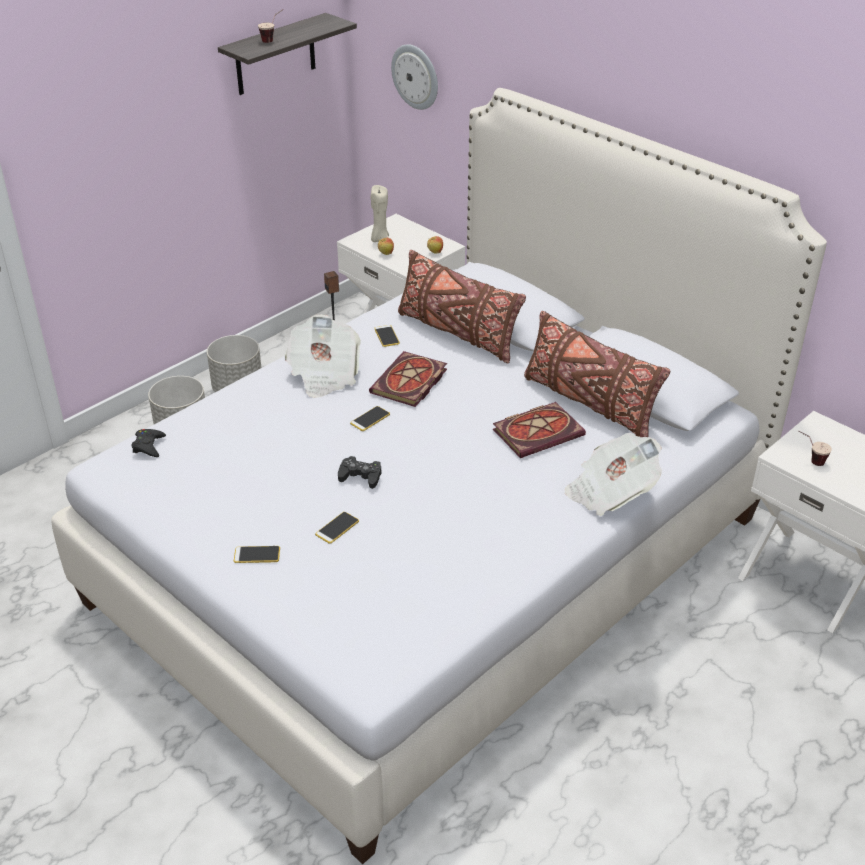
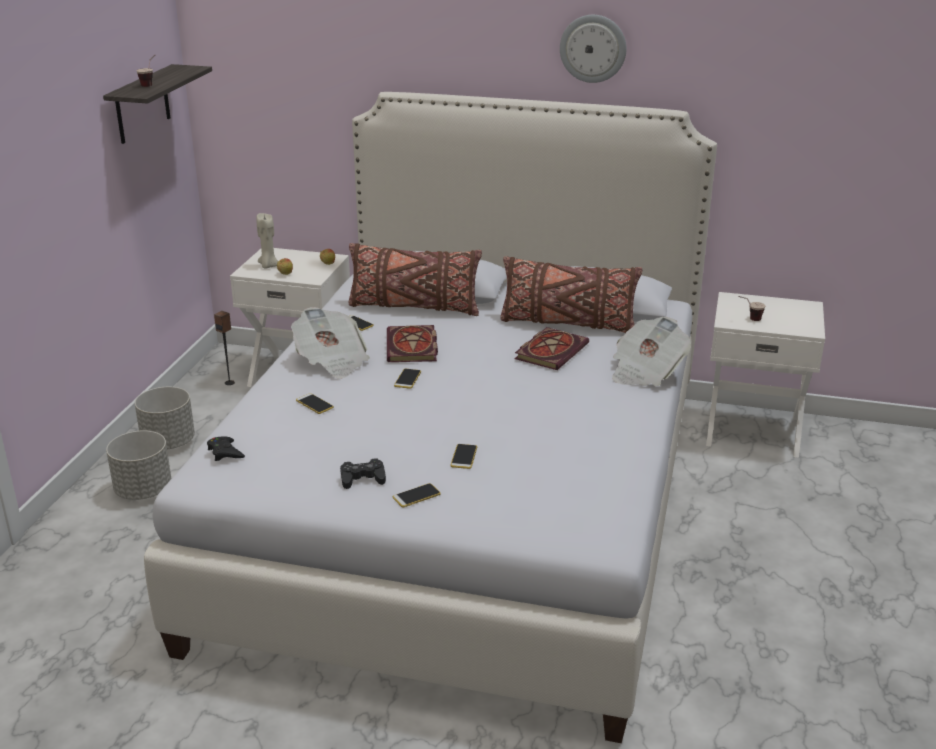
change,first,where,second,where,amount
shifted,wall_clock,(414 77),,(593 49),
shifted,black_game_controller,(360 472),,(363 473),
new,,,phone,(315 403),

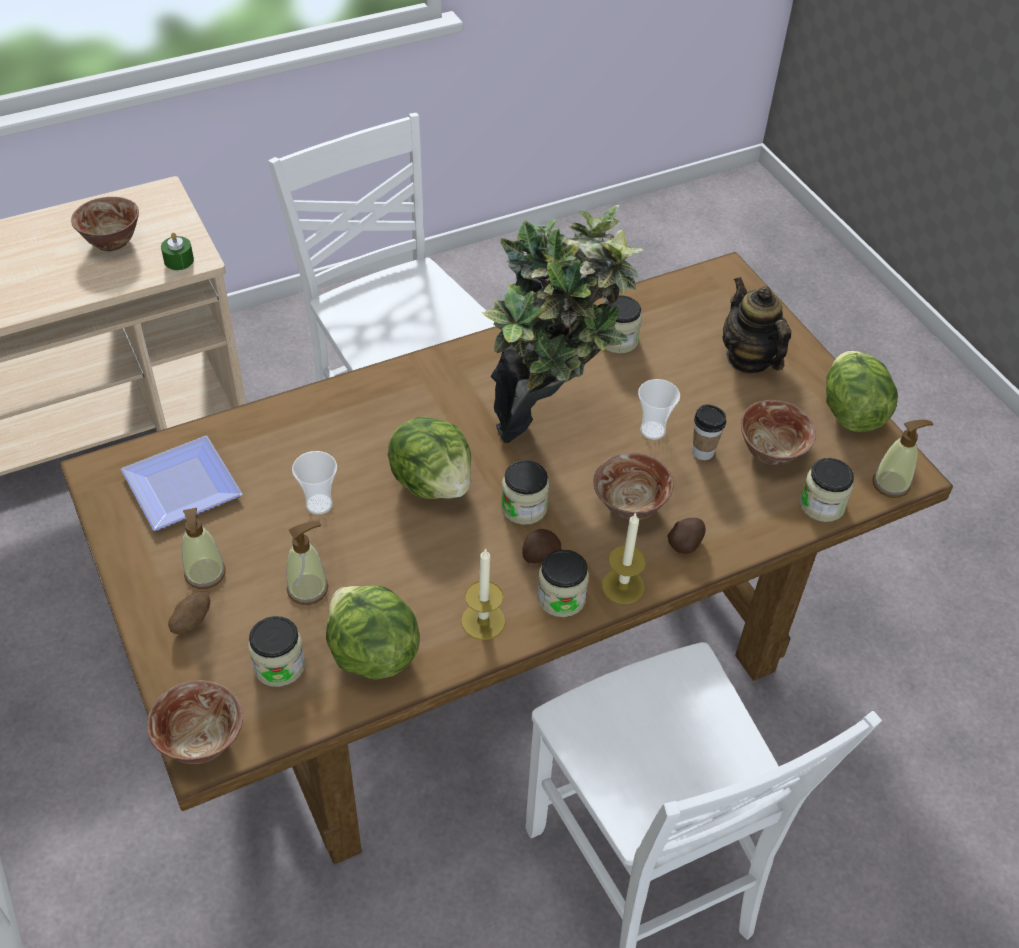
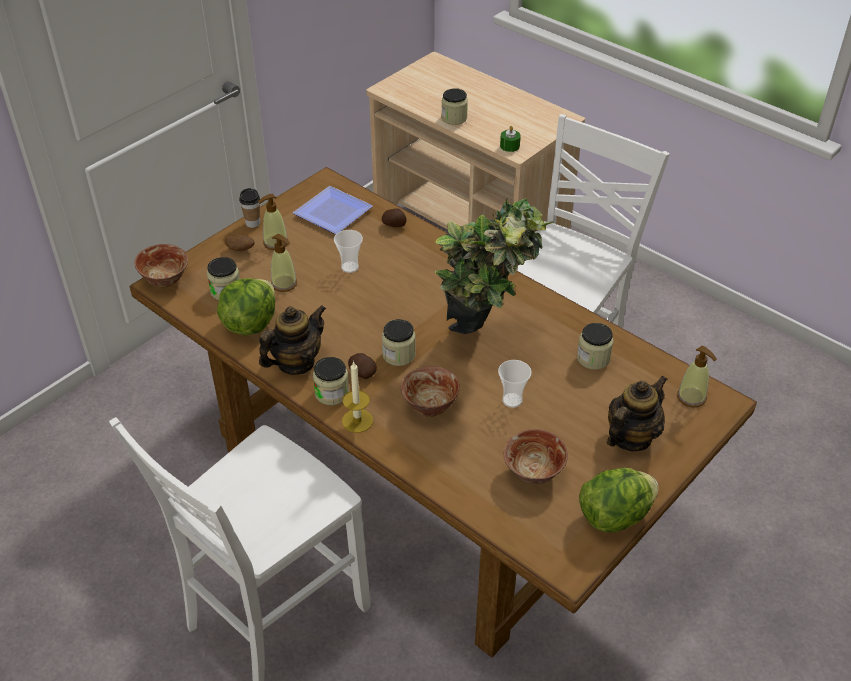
change,first,where,second,where,amount
gone,bowl,(105 224),,,
shifted,cup,(709 432),,(249 208),
gone,lettuce,(429 457),,,
shifted,soap_dispenser,(903 459),,(697 376),
shifted,jar,(827 490),,(454 106),
shifted,potato,(686 536),,(394 217),
swapped,candle,(483 594),teapot,(292 340),

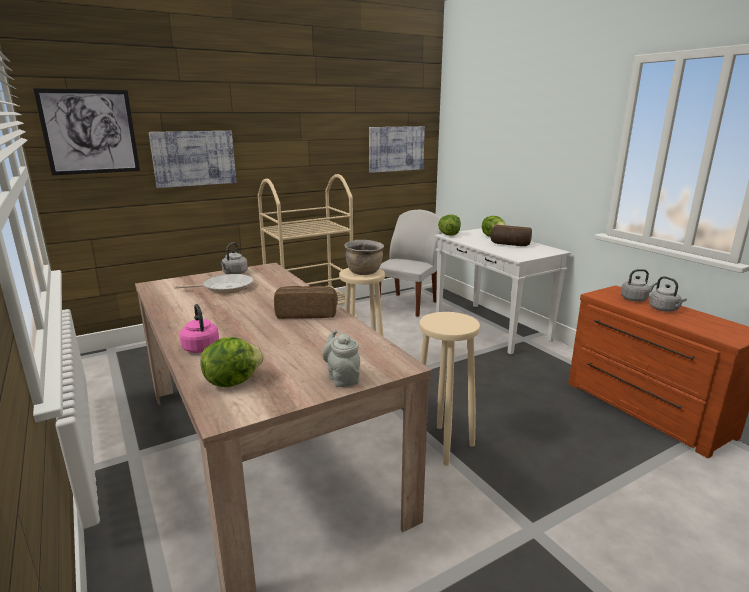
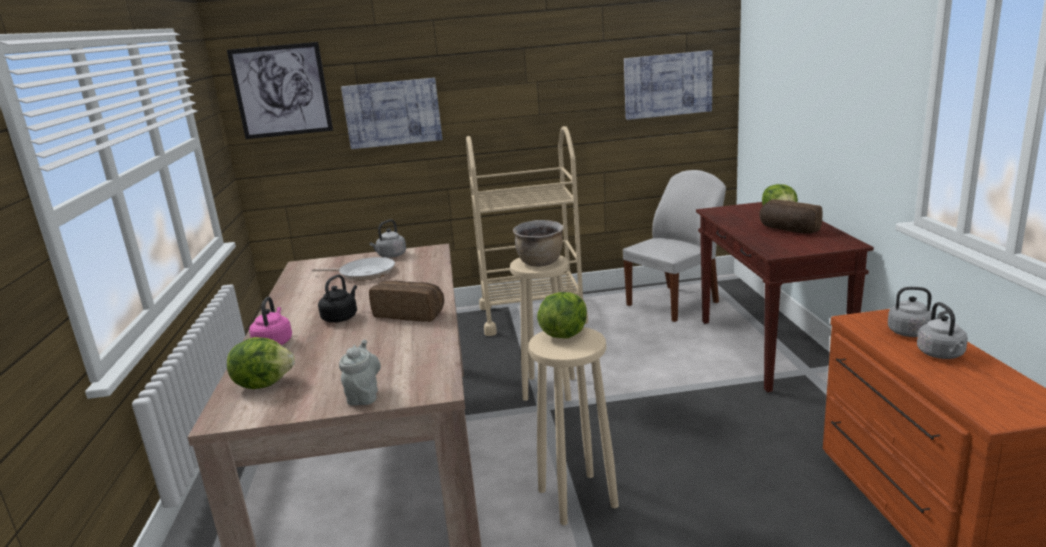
change,first,where,second,where,amount
shifted,lettuce,(449 225),,(562 315),
repainted,white_console_table,(503 291),brown_console_table,(785 297),
new,,,black_kettle,(337 299),

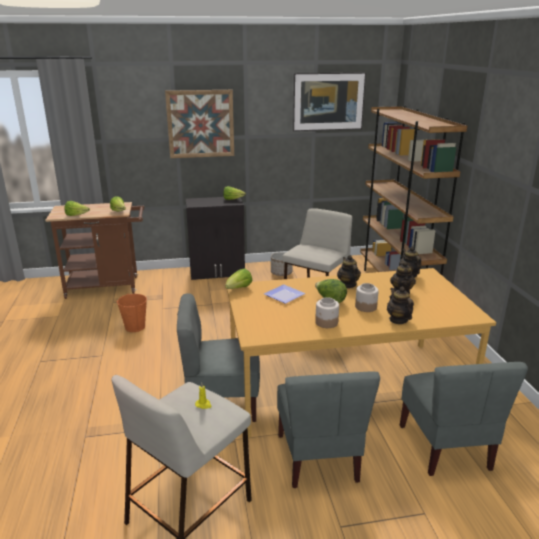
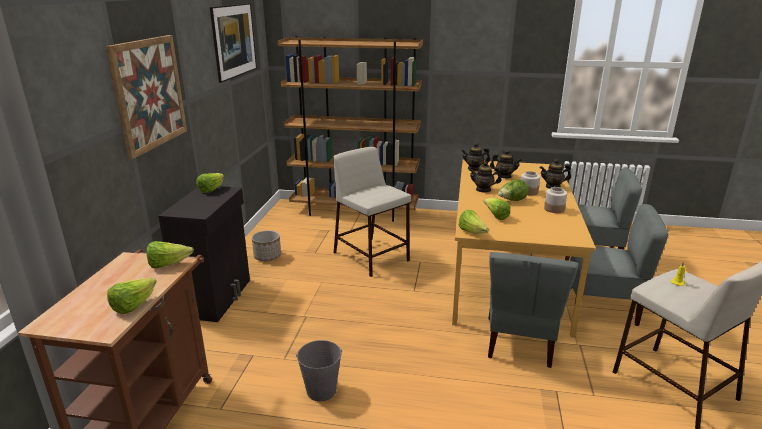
change,first,where,second,where,amount
swapped,plate,(285 294),lettuce,(497 209),
repainted,orange_bucket,(132 312),grey_bucket,(319 370),

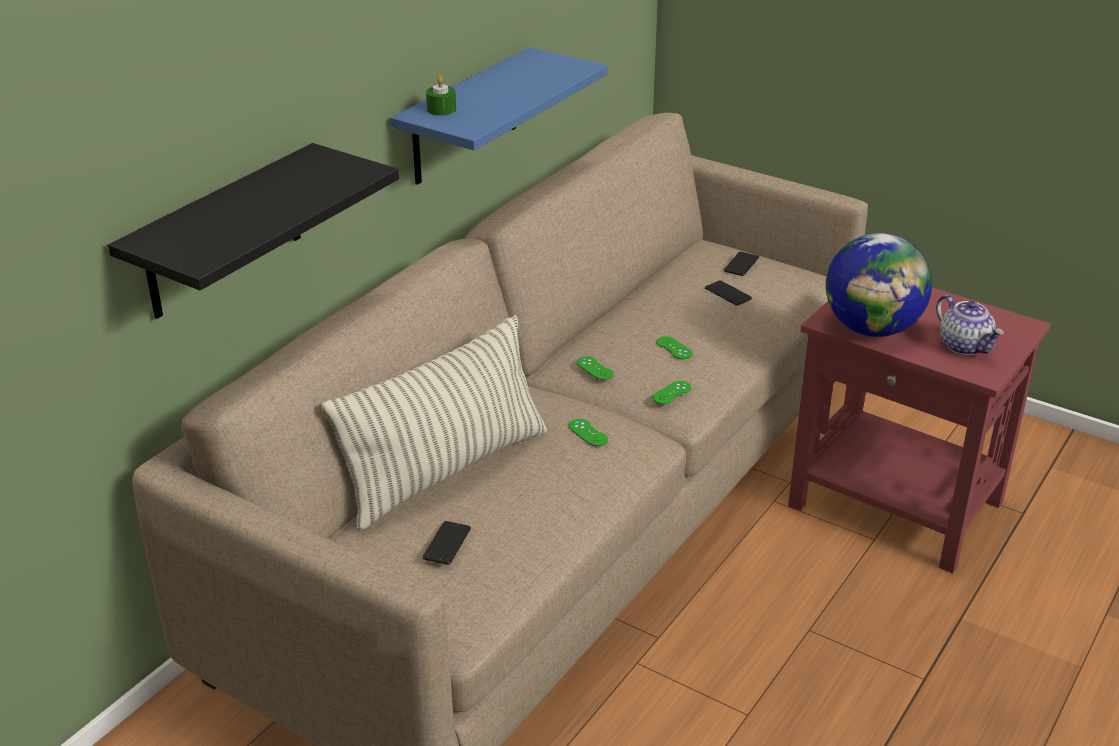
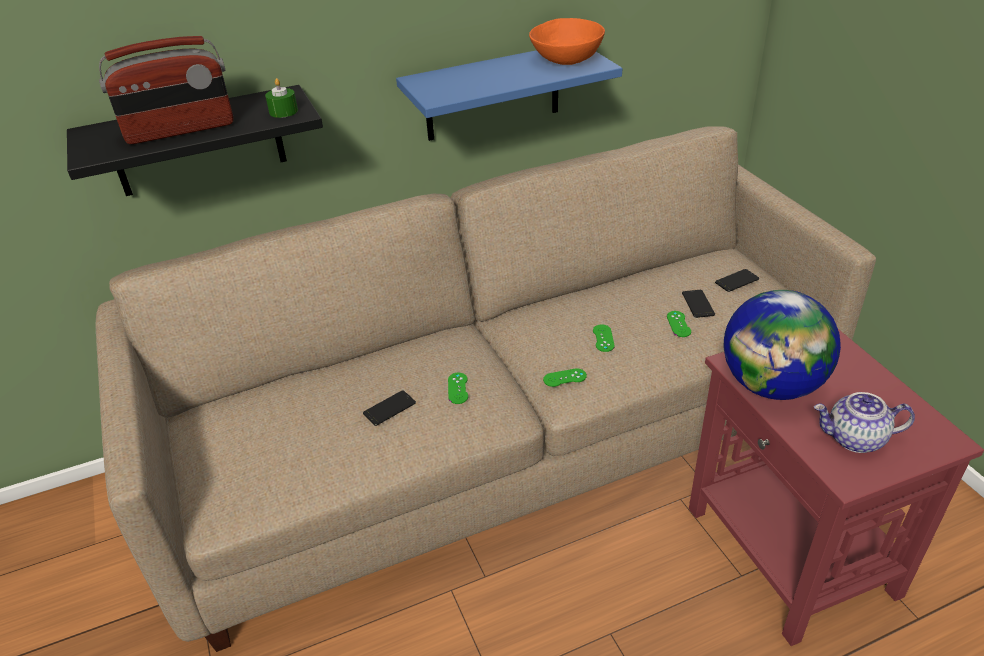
change,first,where,second,where,amount
shifted,green_candle,(441 96),,(281 98),
rotated,teapot,(970 325),,(864 422),90 degrees clockwise
gone,pillow,(434 423),,,
shifted,green_game_controller,(595 368),,(679 324),
shifted,phone,(447 543),,(389 408),
new,,,orange_bowl,(567 41),
new,,,radio,(166 90),

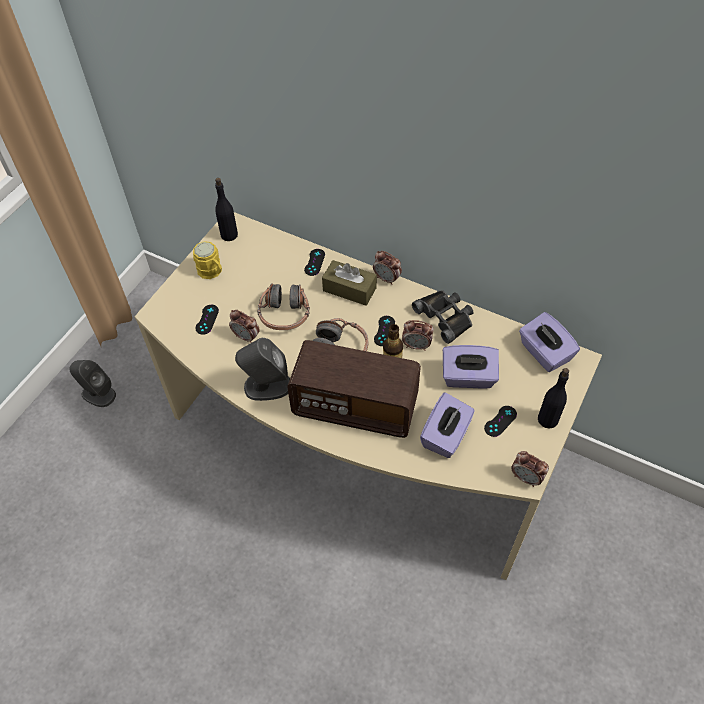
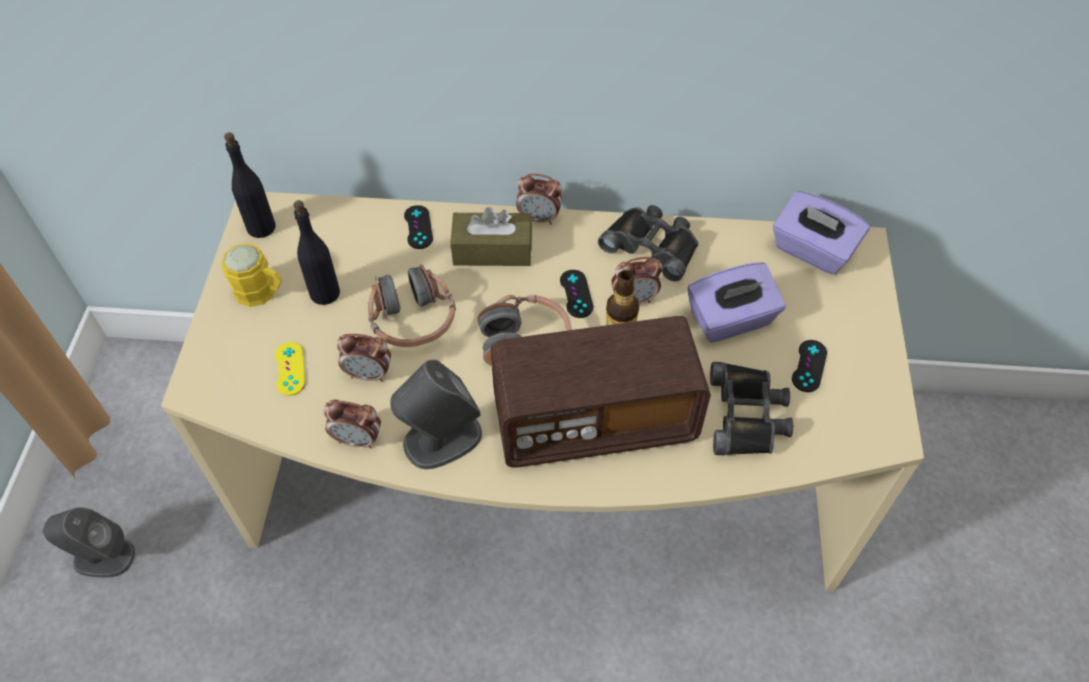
change,first,where,second,where,amount
repainted,black_game_controller,(207 320),yellow_game_controller,(290 369),
shifted,black_bottle,(553 398),,(316 252),
swapped,purple_tissue_box,(447 425),black_binoculars,(751 409),
shifted,alarm_clock,(530 469),,(352 424),

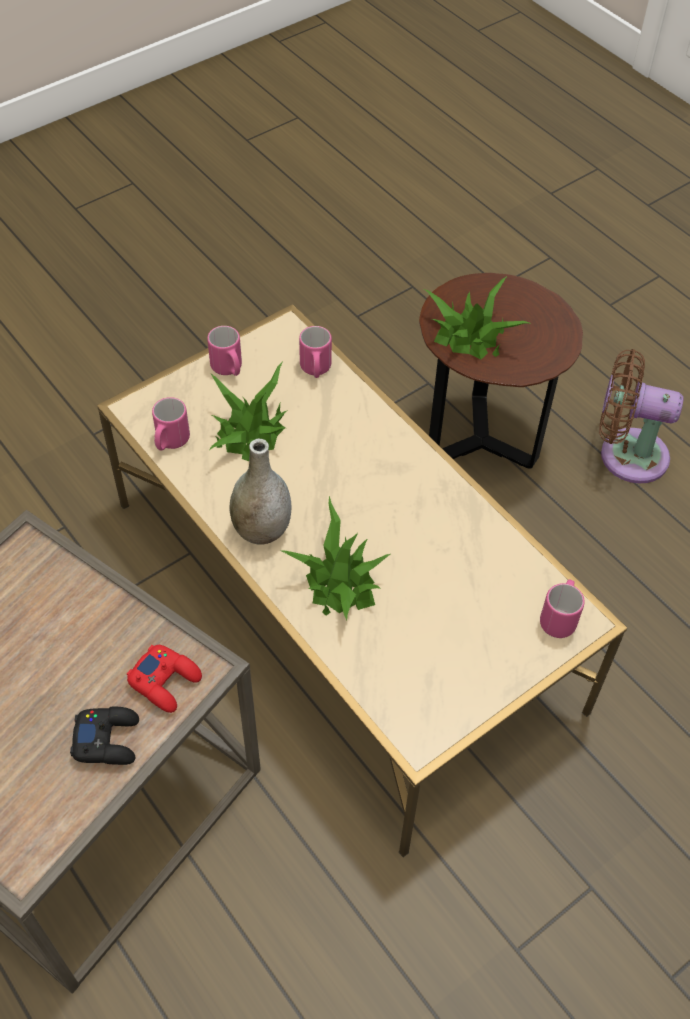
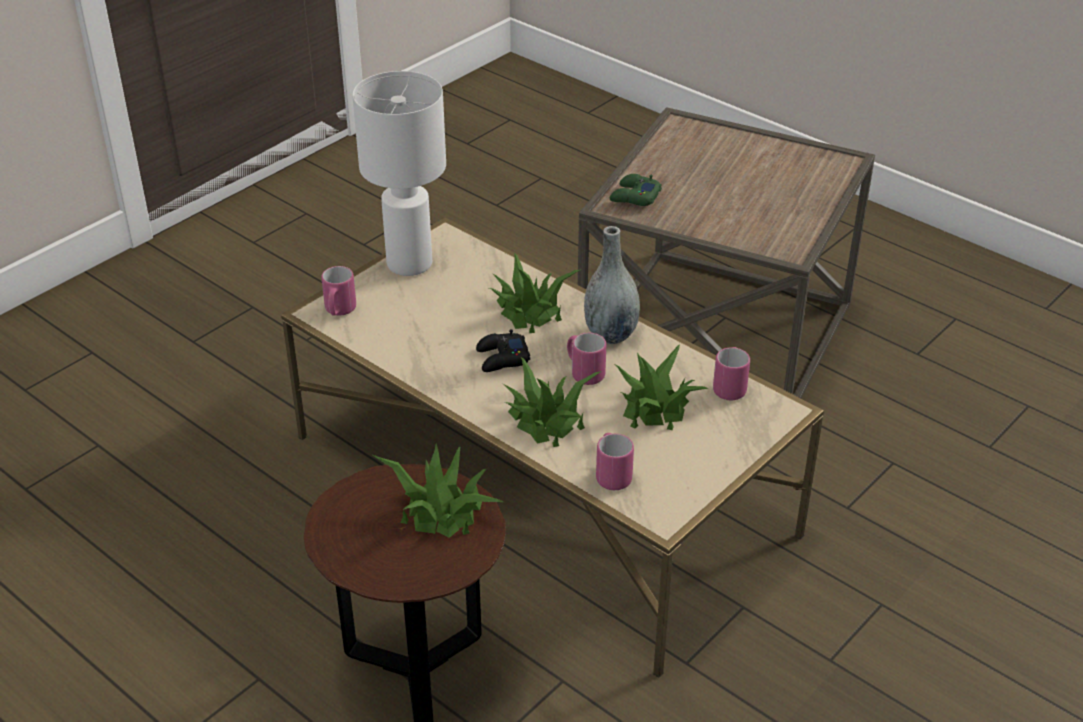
change,first,where,second,where,amount
shifted,pink_mug,(224 351),,(586 359),
gone,brown_fan,(641 416),,,
repainted,red_game_controller,(164 679),green_game_controller,(636 190),
shifted,black_game_controller,(104 736),,(503 350),
new,,,white_table_lamp,(399 173),
new,,,potted_plant,(552 402),

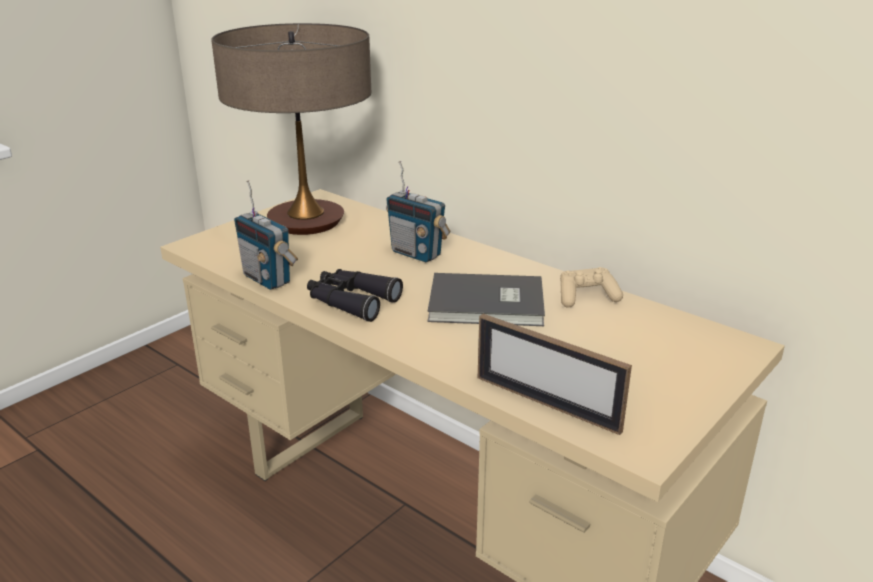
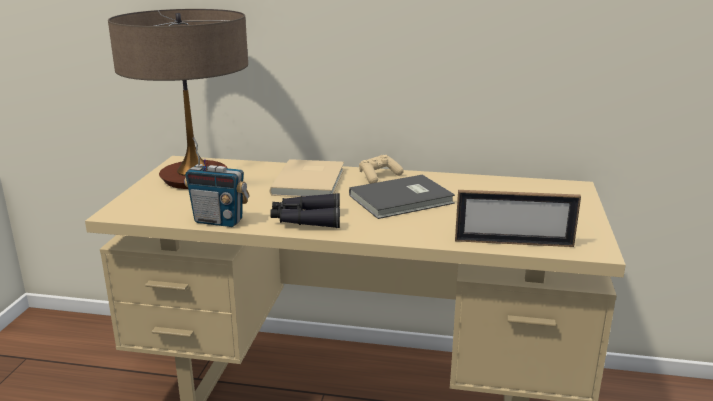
change,first,where,second,where,amount
swapped,radio,(418 211),beige_book,(307 178),
shifted,beige_game_controller,(591 287),,(381 169),

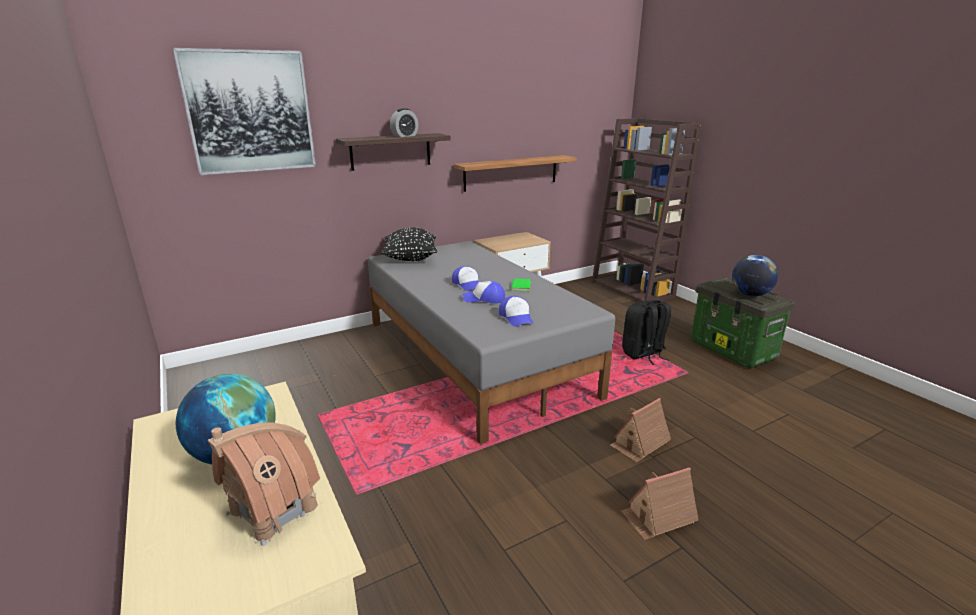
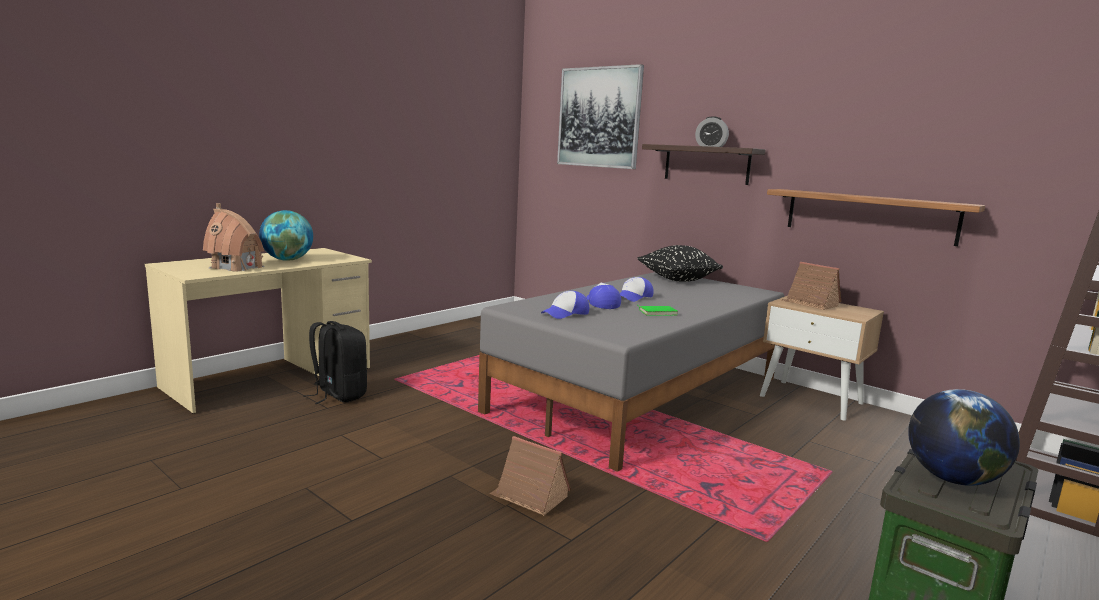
change,first,where,second,where,amount
shifted,black_backpack,(646 332),,(335 362),
shifted,toy_house,(660 503),,(812 286),

